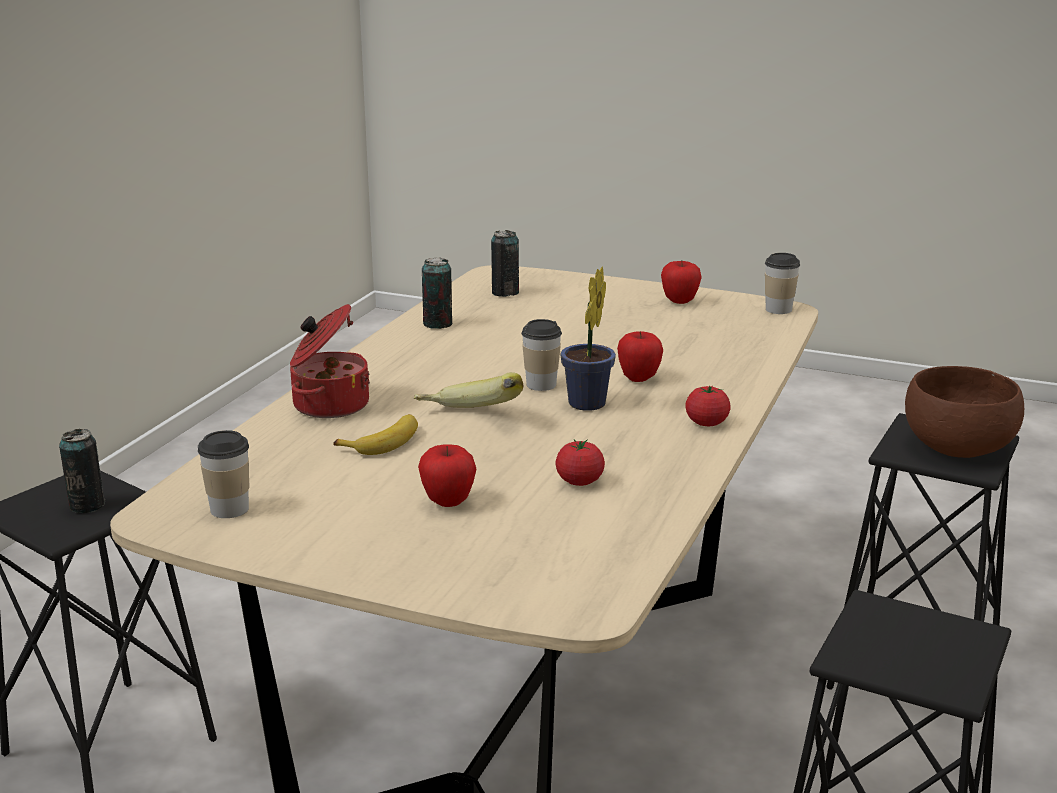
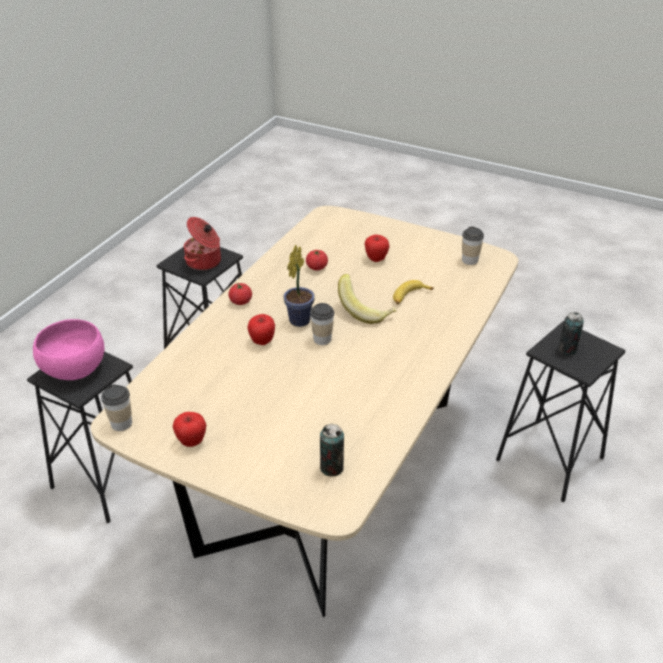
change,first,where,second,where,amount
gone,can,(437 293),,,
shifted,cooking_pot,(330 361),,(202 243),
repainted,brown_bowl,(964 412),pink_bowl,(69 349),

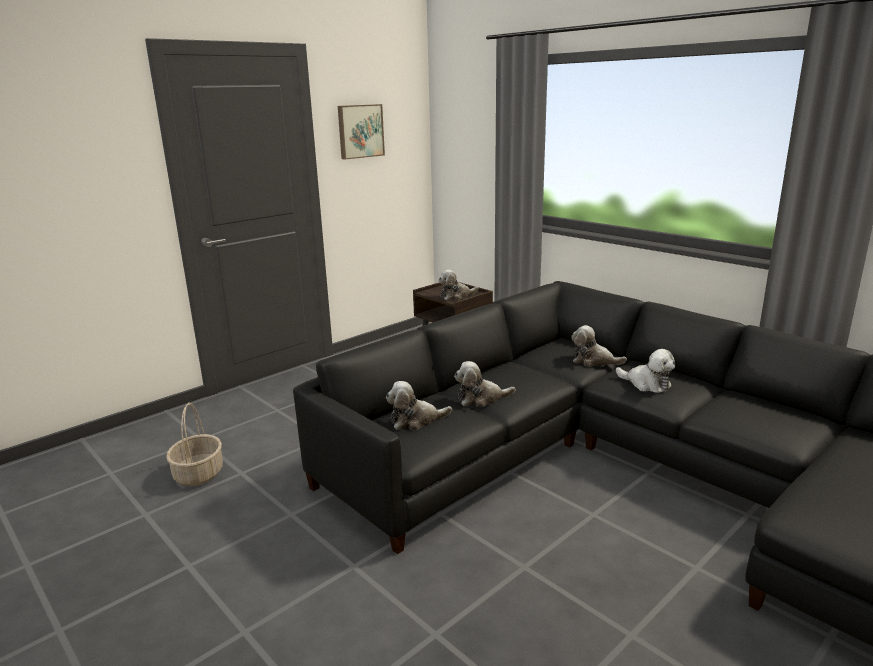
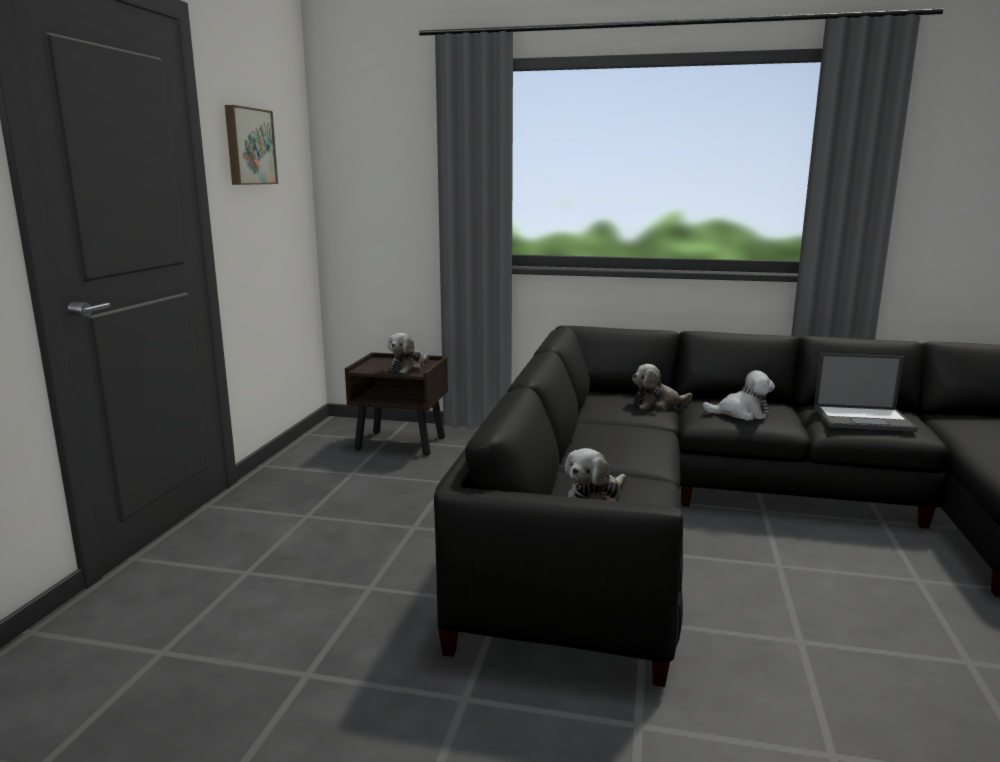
change,first,where,second,where,amount
gone,plush_toy,(484 384),,,
gone,basket,(194 444),,,
new,,,laptop,(866 392),

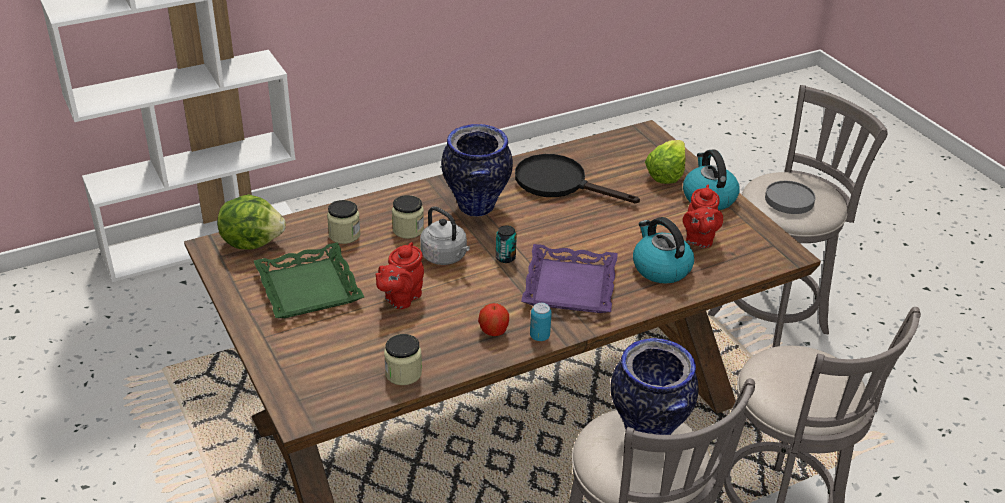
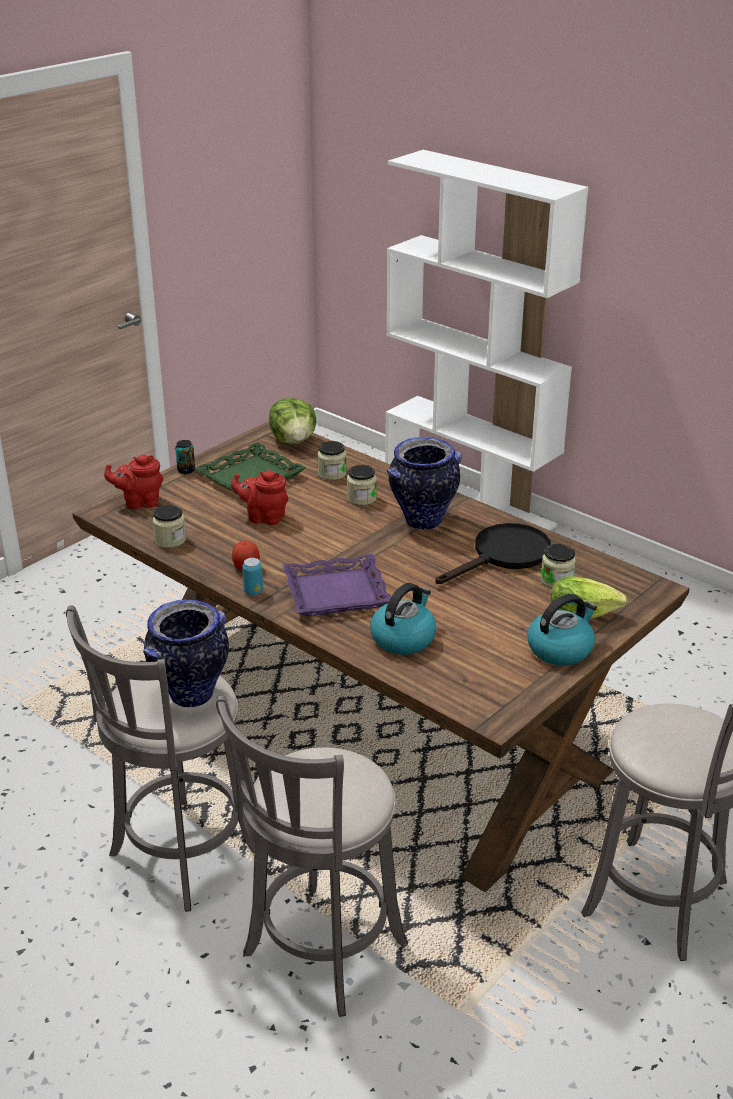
change,first,where,second,where,amount
rotated,black_frying_pan,(577 178),,(493 553),45 degrees clockwise
gone,grey_plate,(790 197),,,
shifted,red_teapot,(703 216),,(133 482),
gone,grey_kettle,(445 235),,,
shifted,can,(506 244),,(185 457),
new,,,jar,(558 566),

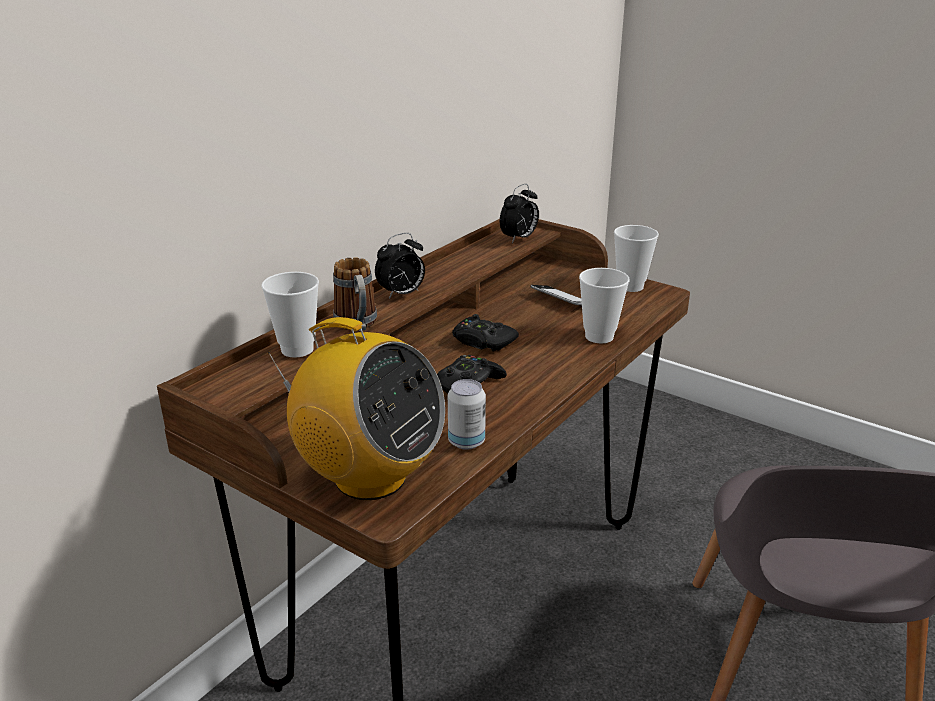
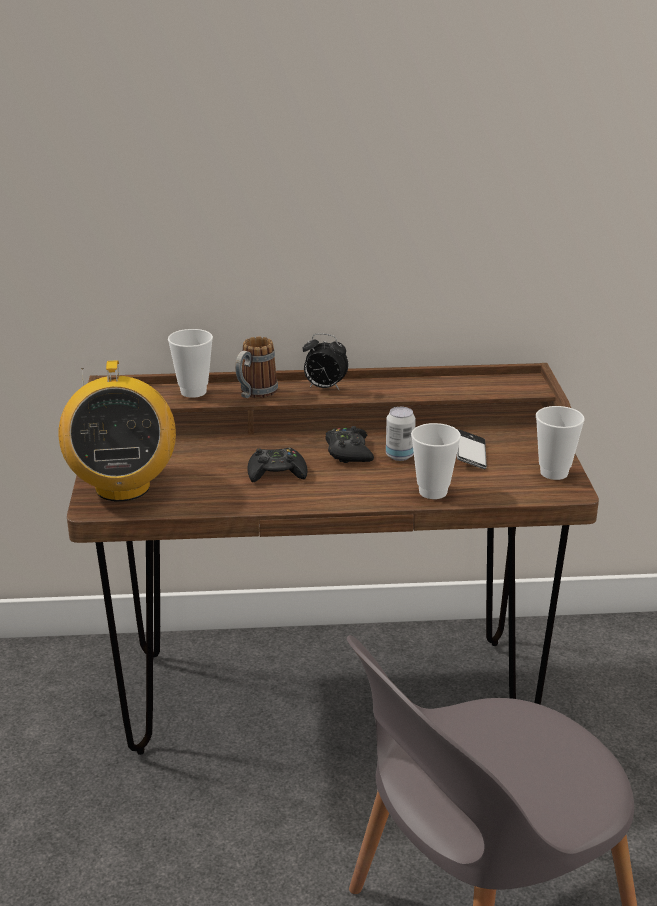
change,first,where,second,where,amount
gone,alarm_clock,(519 213),,,
shifted,can,(467 414),,(401 434),

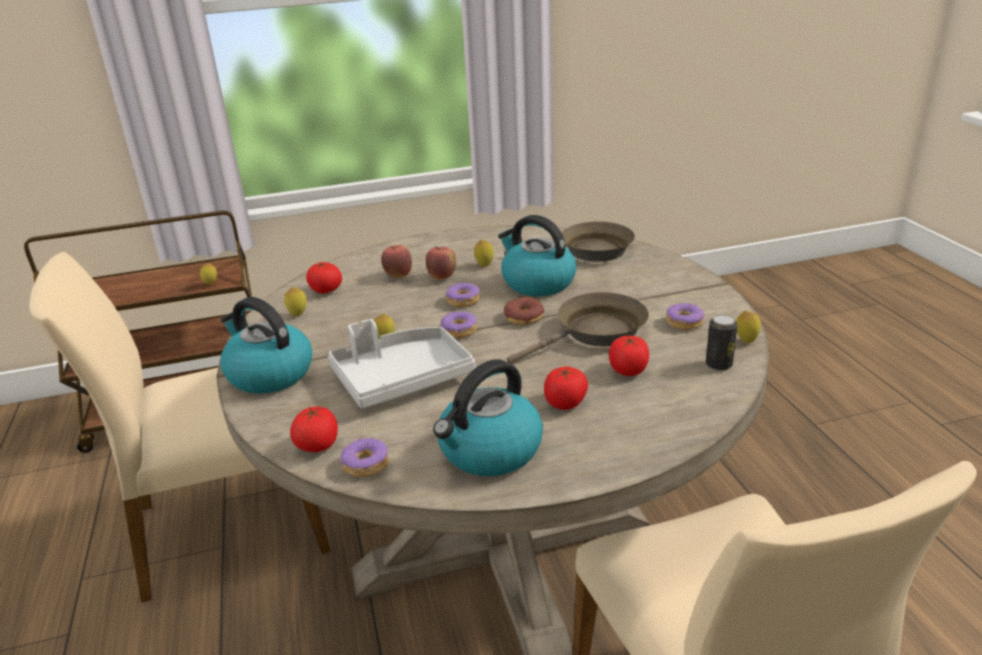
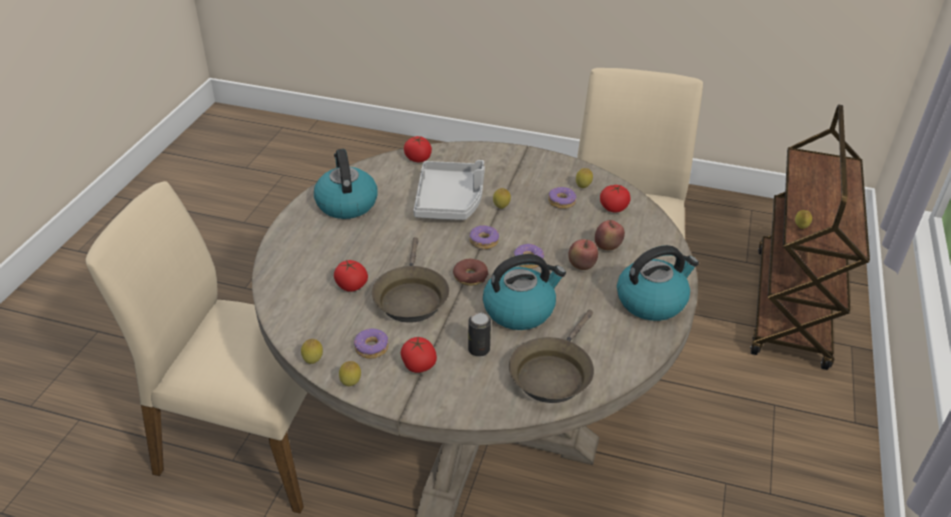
change,first,where,second,where,amount
shifted,lemon,(484 253),,(350 373),
shifted,kettle,(266 345),,(658 283),
shifted,can,(721 342),,(479 334),
shifted,tomato,(566 388),,(419 355),
shifted,donut,(364 457),,(562 198),

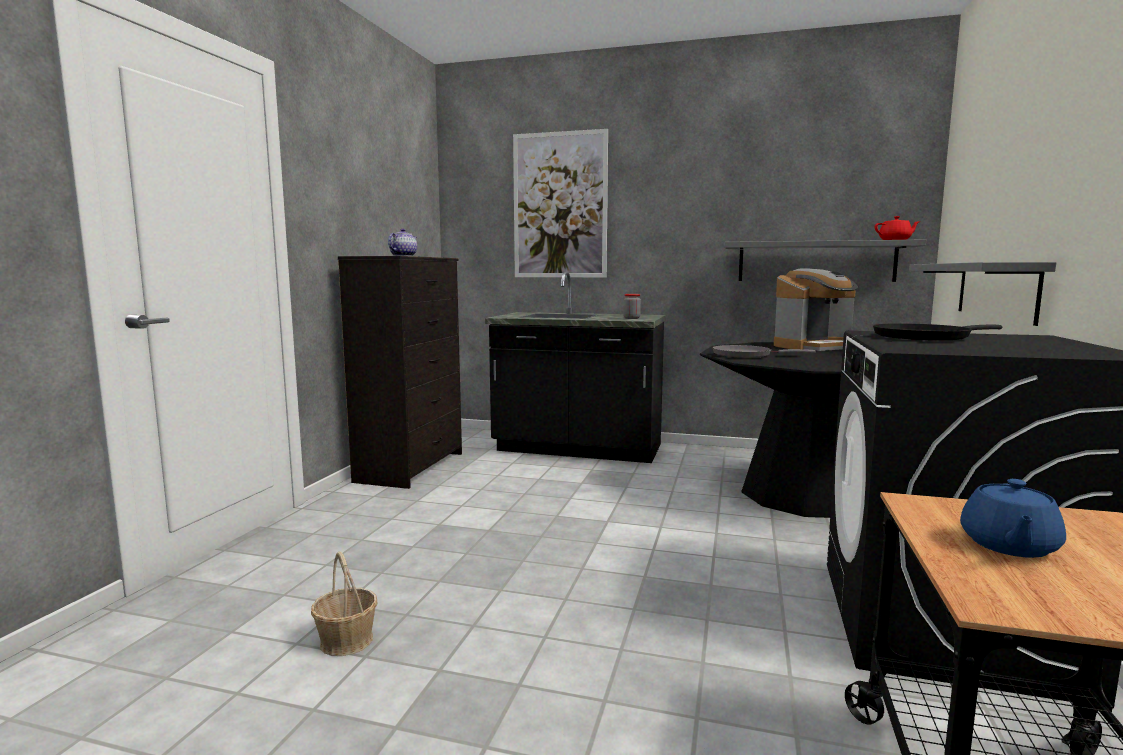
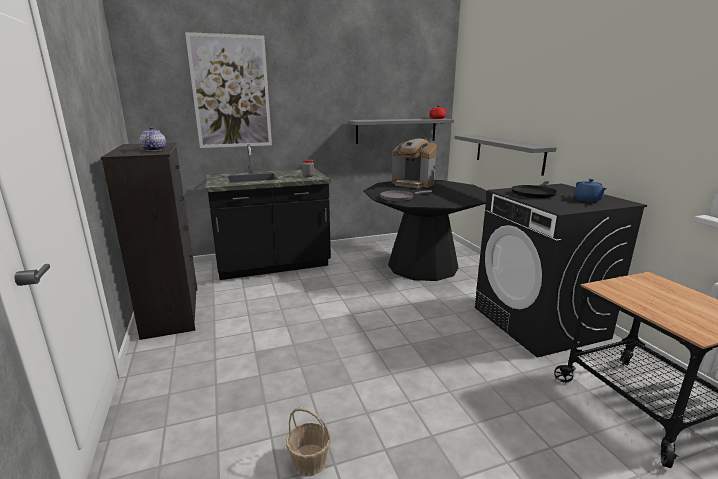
change,first,where,second,where,amount
rotated,coffee_machine,(816 310),,(414 163),90 degrees clockwise
shifted,blue_teapot,(1013 518),,(590 190),

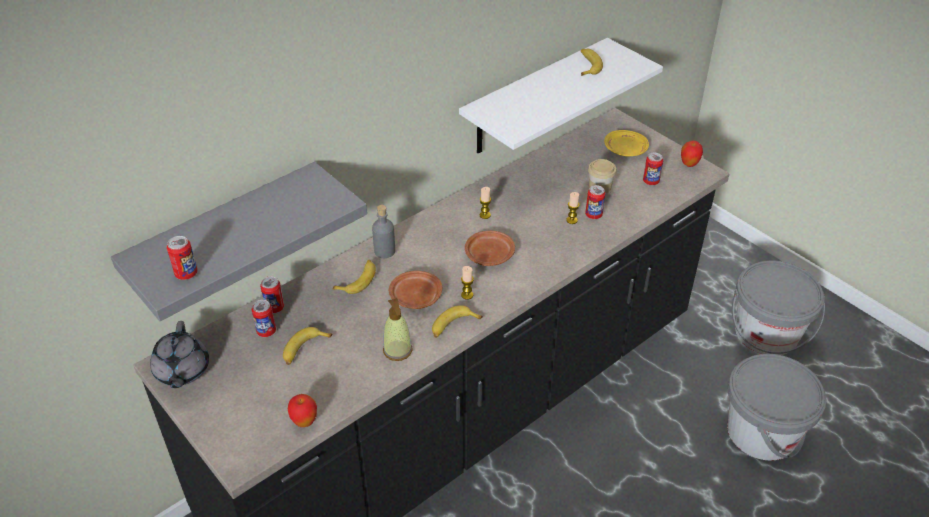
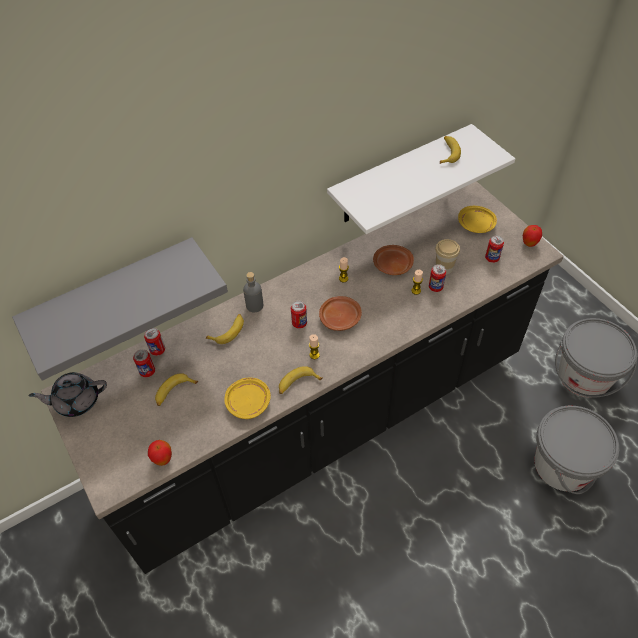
change,first,where,second,where,amount
shifted,can,(182 258),,(299 315),
shifted,brown_plate,(415 290),,(393 260),
swapped,soap_dispenser,(398 329),yellow_plate,(247 398),
rotated,grey_teapot,(179 354),,(67 394),75 degrees clockwise

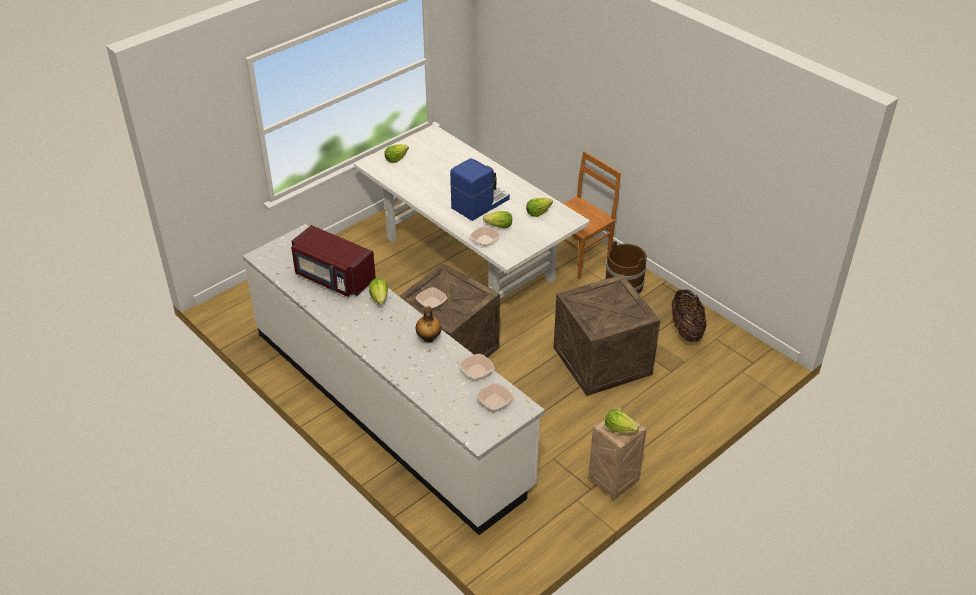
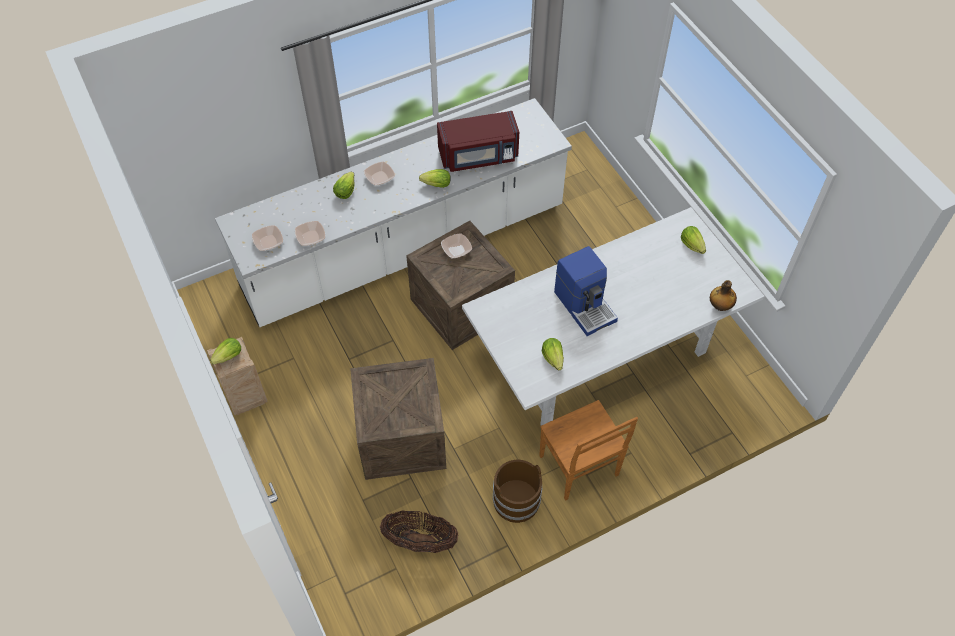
change,first,where,second,where,amount
shifted,lettuce,(497 219),,(343 185),
rotated,red_microwave,(333 261),,(478 141),150 degrees counterclockwise
shifted,bowl,(485 236),,(379 174),
shifted,bottle,(428 324),,(723 295),

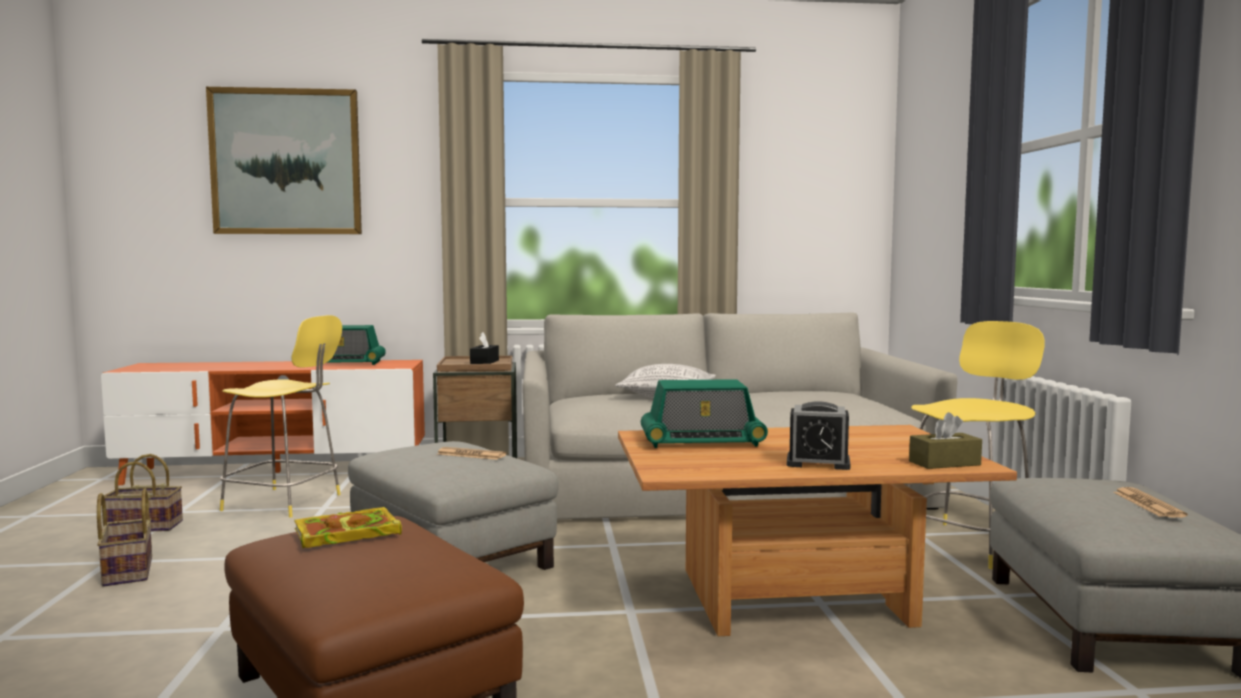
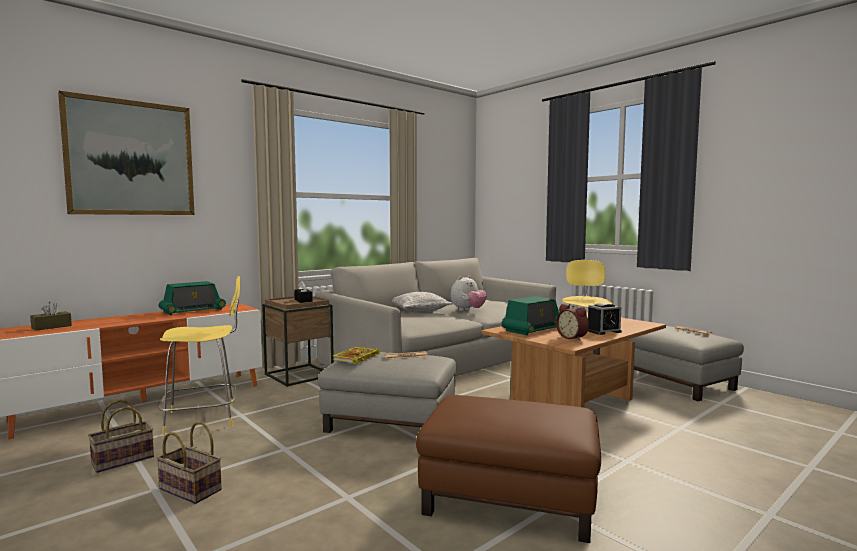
change,first,where,second,where,amount
shifted,brown_tissue_box,(945 440),,(51 316),
shifted,book,(348 527),,(356 355),
new,,,plush_toy,(468 293),
new,,,alarm_clock,(572 322),

